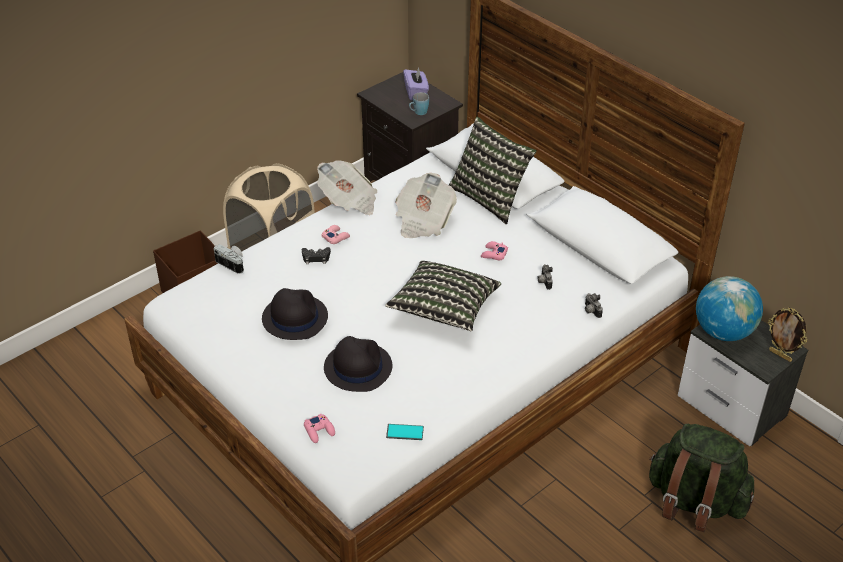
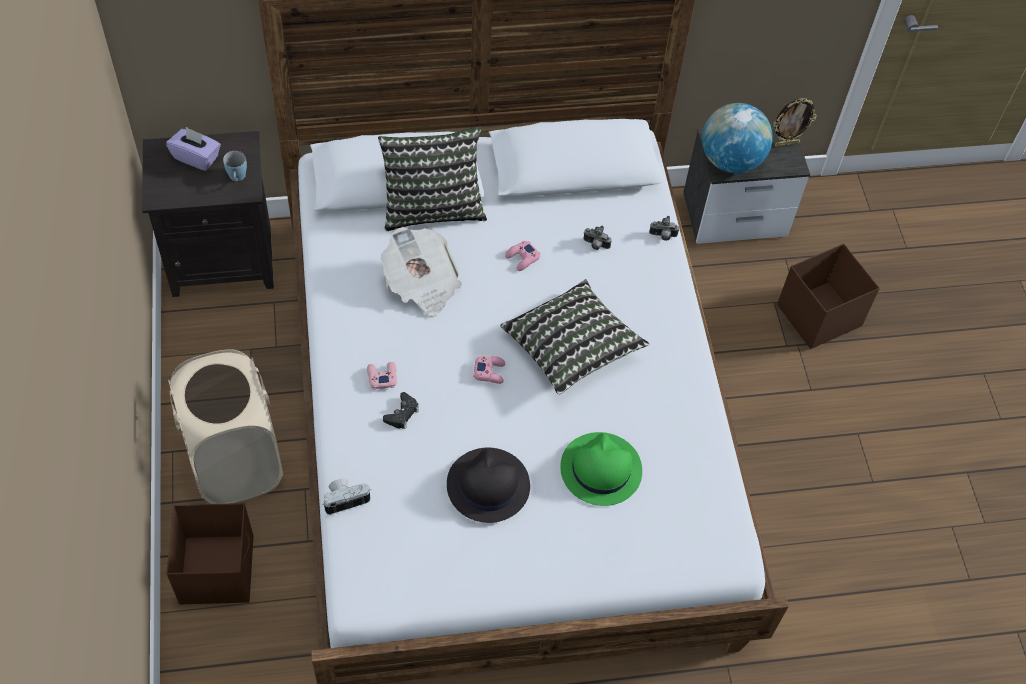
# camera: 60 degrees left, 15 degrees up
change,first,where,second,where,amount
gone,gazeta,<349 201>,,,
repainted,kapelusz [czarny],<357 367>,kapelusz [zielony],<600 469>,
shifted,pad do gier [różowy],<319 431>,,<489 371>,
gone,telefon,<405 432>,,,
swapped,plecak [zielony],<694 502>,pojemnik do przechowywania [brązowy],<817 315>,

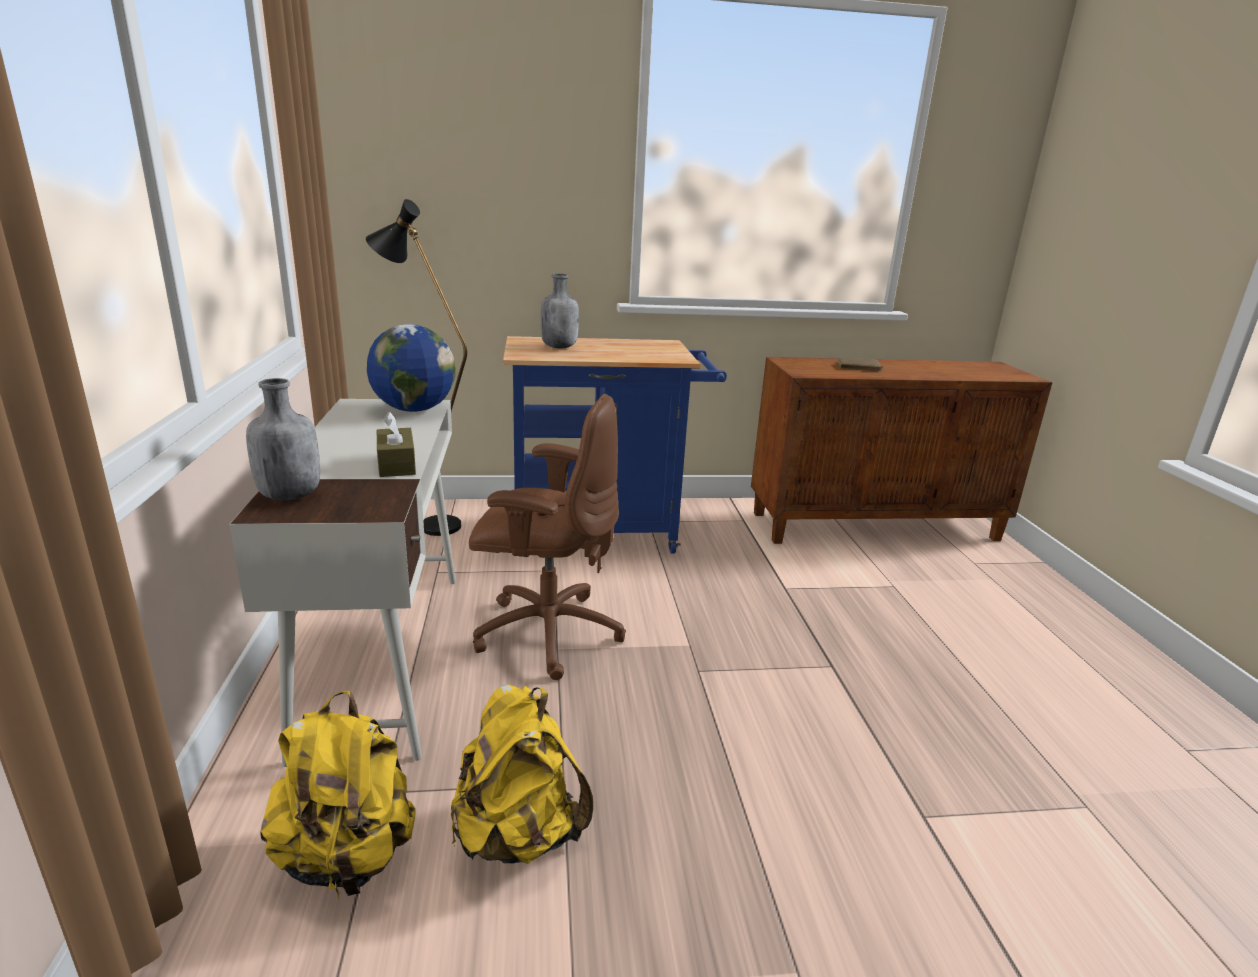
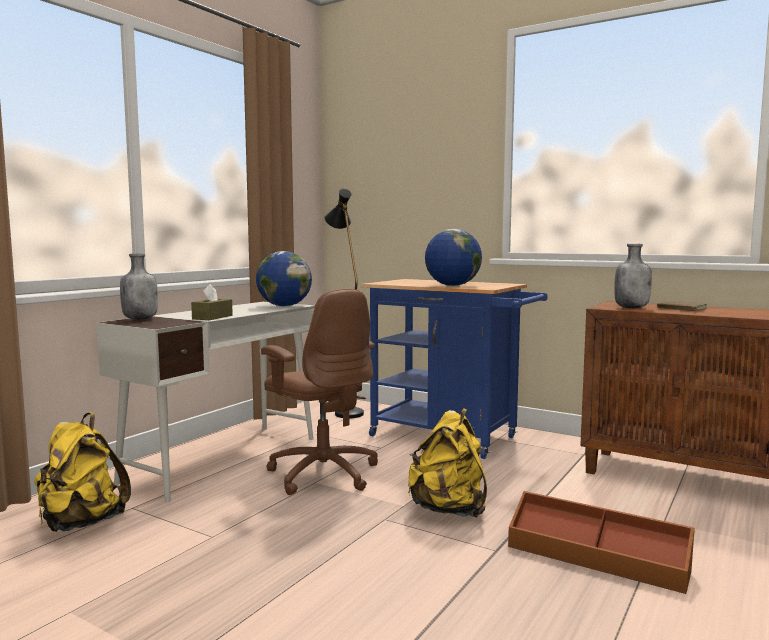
# camera: 40 degrees right, 15 degrees down
change,first,where,second,where,amount
shifted,butelka [szary],<559 347>,,<632 308>,
shifted,plecak [żółty],<518 834>,,<449 509>,
new,,,globus,<452 285>,
new,,,pojemnik do przechowywania [brązowy],<596 557>,

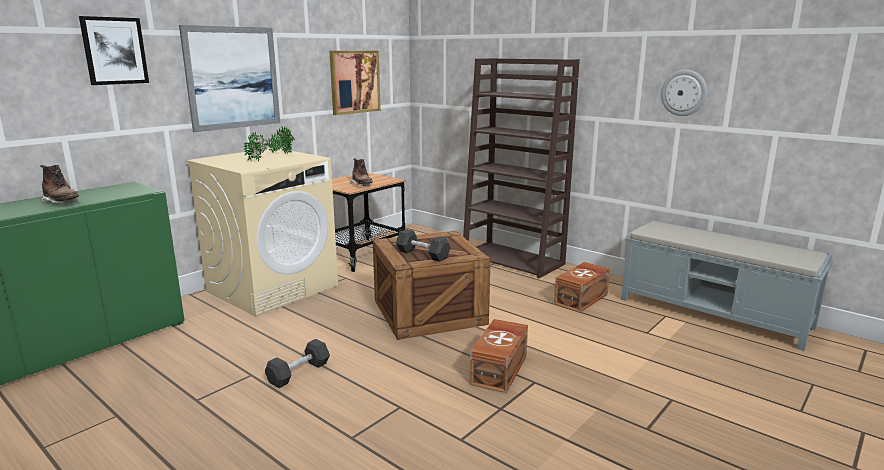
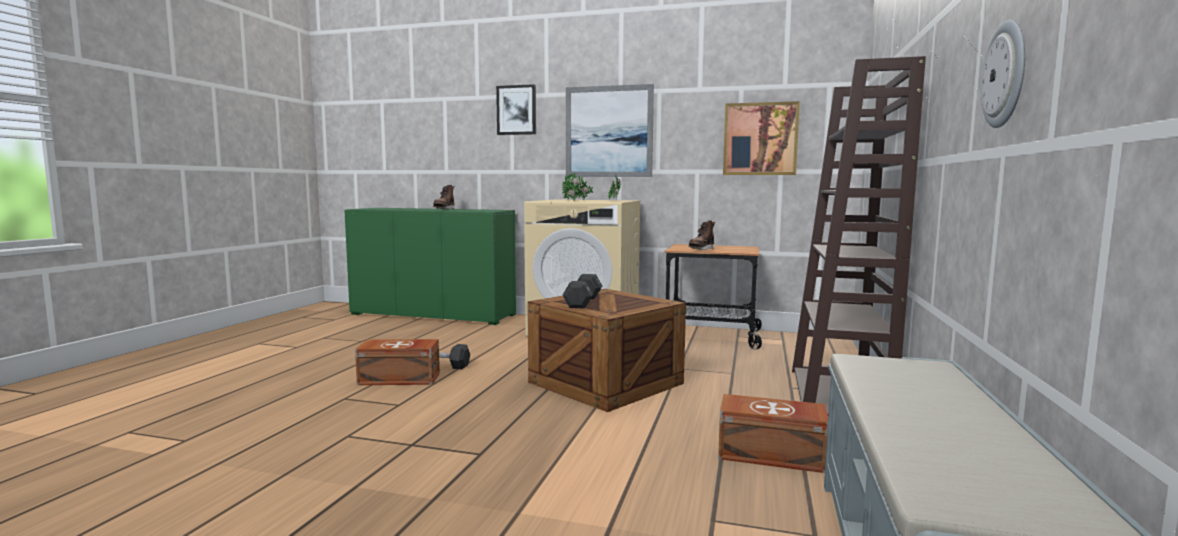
# camera: 65 degrees right, 10 degrees down
change,first,where,second,where,amount
shifted,pojemnik do przechowywania [brązowy],<500 369>,,<400 379>,

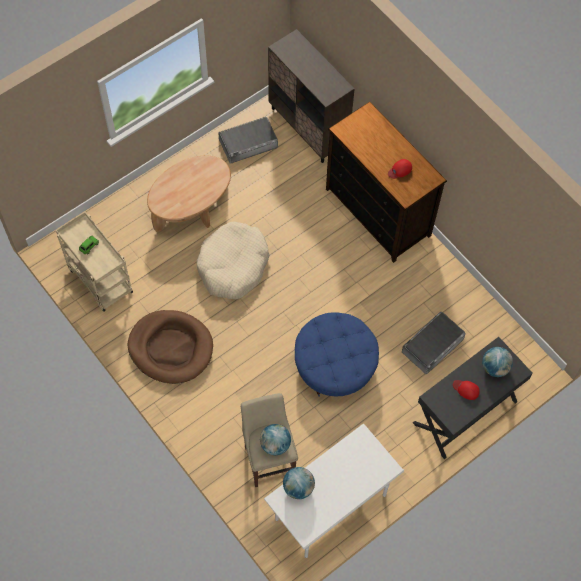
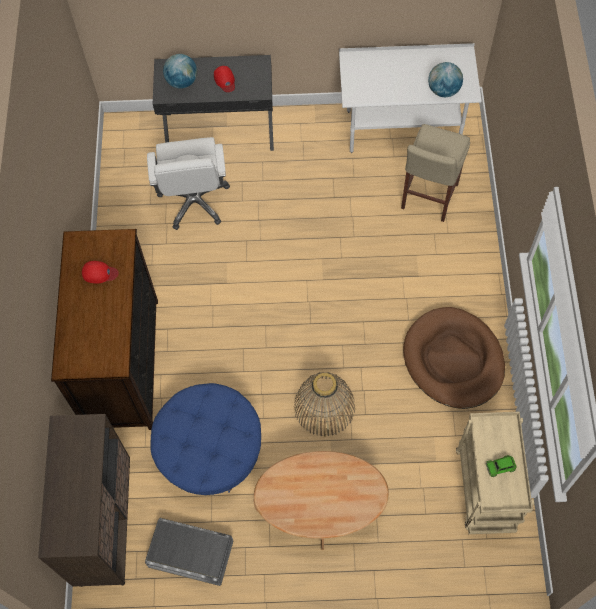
# camera: 140 degrees left, 0 degrees up
change,first,where,second,where,amount
swapped,legowisko [beżowy],<233 266>,koszyk,<324 407>,
shifted,pufa [niebieski],<335 365>,,<210 450>,
swapped,pojemnik do przechowywania [szary],<432 345>,krzesło biurowe [biały],<194 201>,
gone,globus,<275 444>,,,

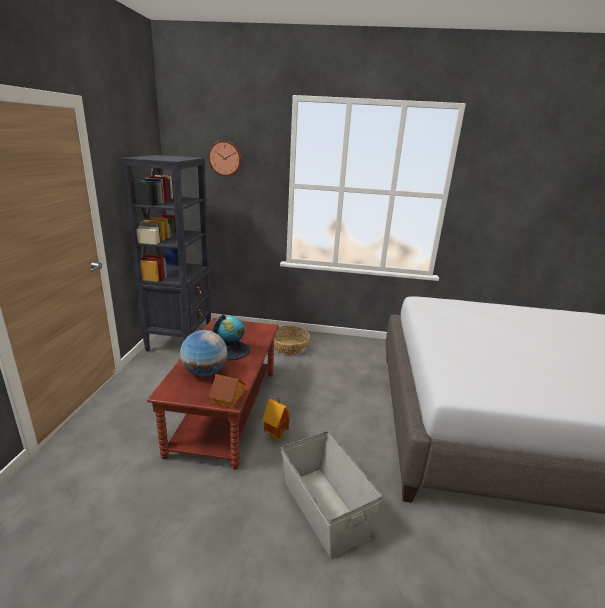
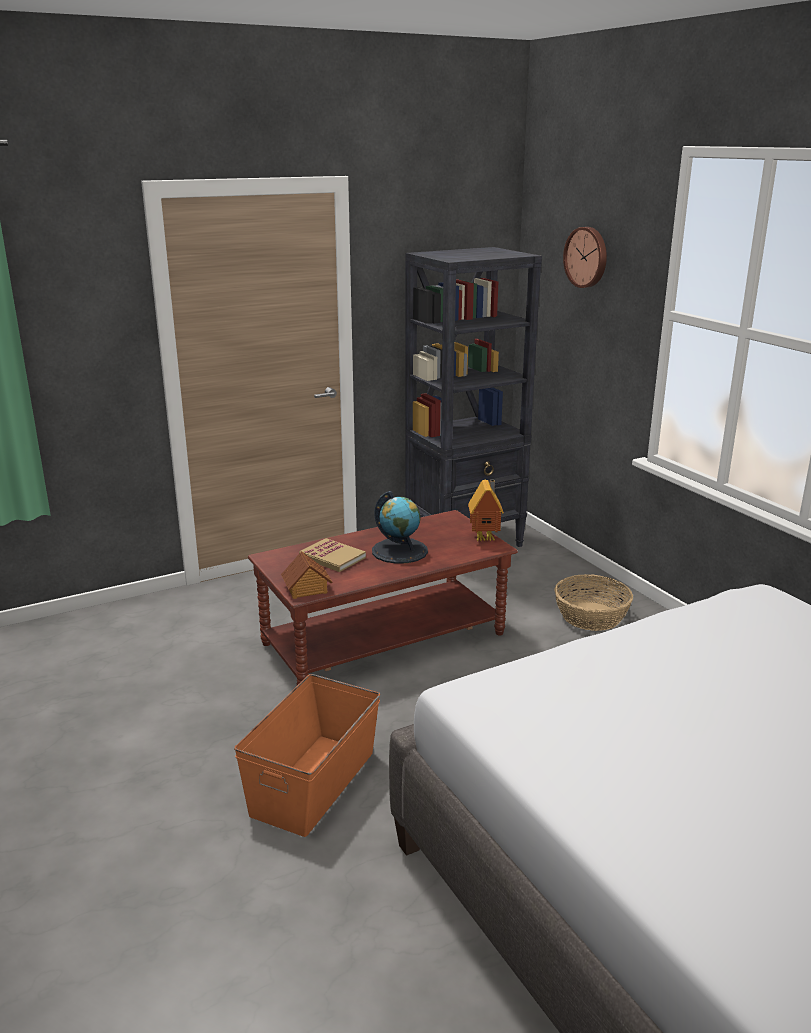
# camera: 55 degrees right, 0 degrees up
change,first,where,second,where,amount
swapped,globus,<204 372>,książka,<332 557>,
shifted,domek,<276 435>,,<486 538>,
repainted,pojemnik do przechowywania [szary],<324 509>,pojemnik do przechowywania [pomarańczowy],<312 783>,

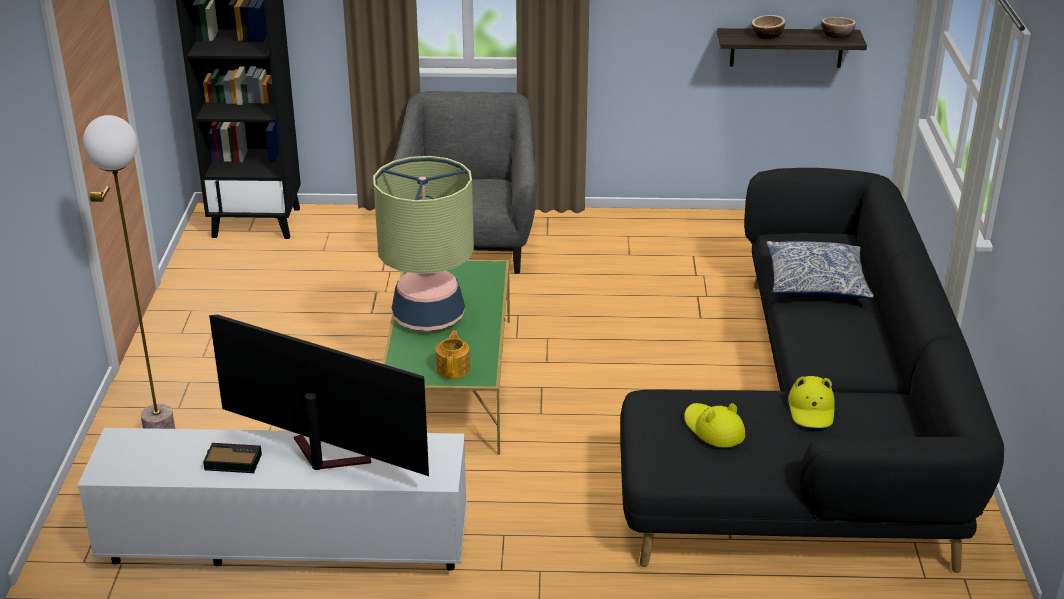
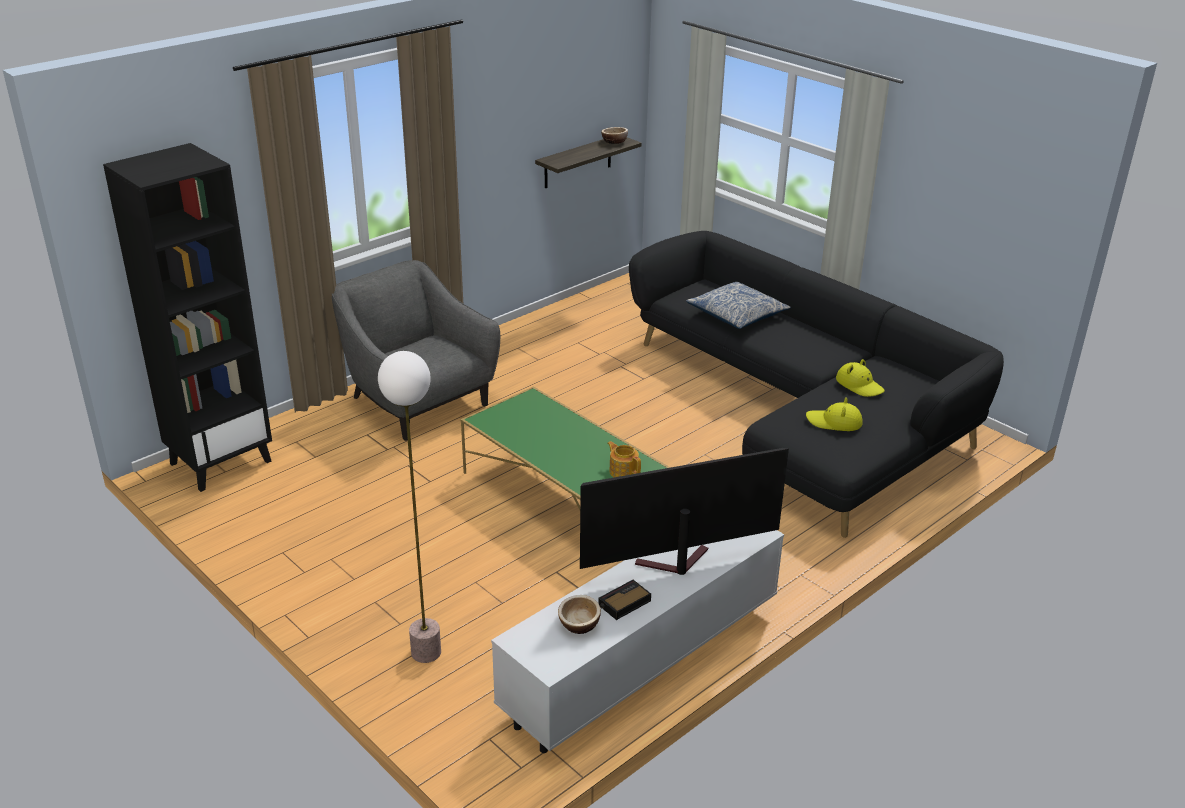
# camera: 45 degrees left, 0 degrees up
change,first,where,second,where,amount
shifted,miska,<767 35>,,<579 624>,
gone,lampa stołowa,<428 317>,,,

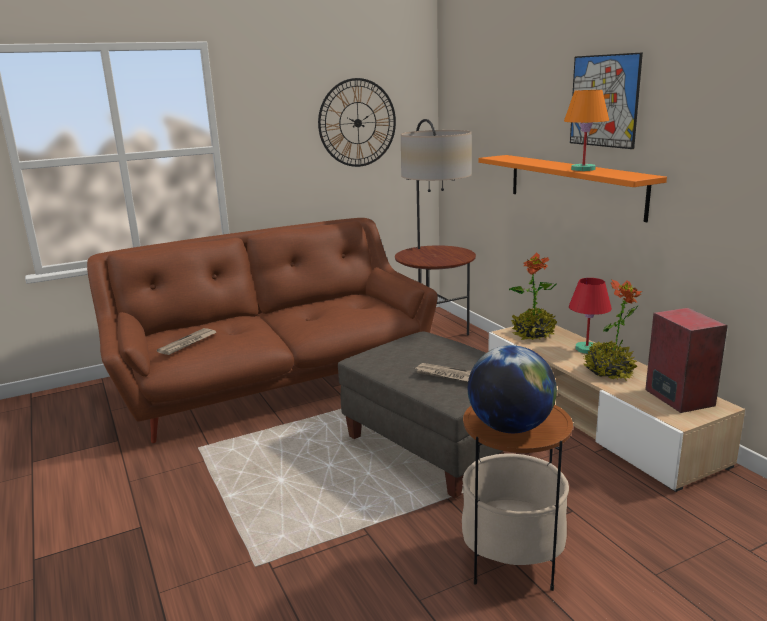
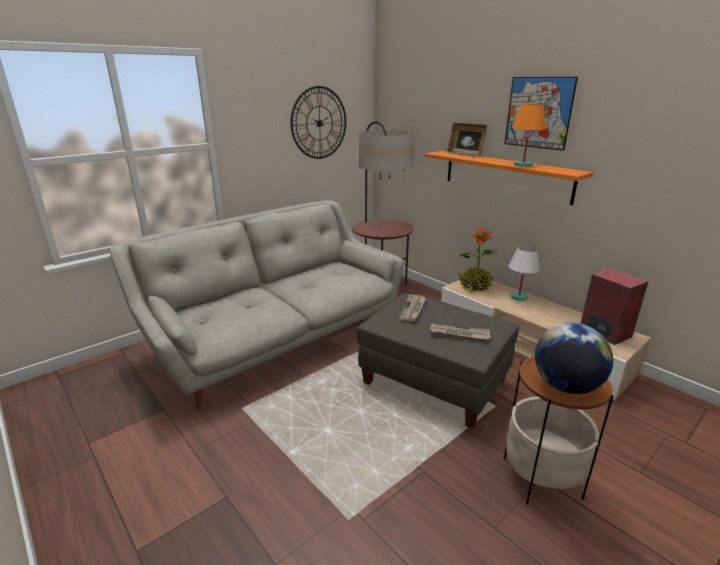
# camera: 15 degrees left, 5 degrees up
change,first,where,second,where,amount
repainted,kanapa [brązowy],<274 382>,kanapa [szary],<277 339>,
repainted,lampa stołowa [czerwony],<587 349>,lampa stołowa [biały],<519 297>,
gone,roślina doniczkowa,<609 372>,,,
shifted,gazeta,<188 343>,,<413 309>,
new,,,ramka na zdjęcie,<465 155>,

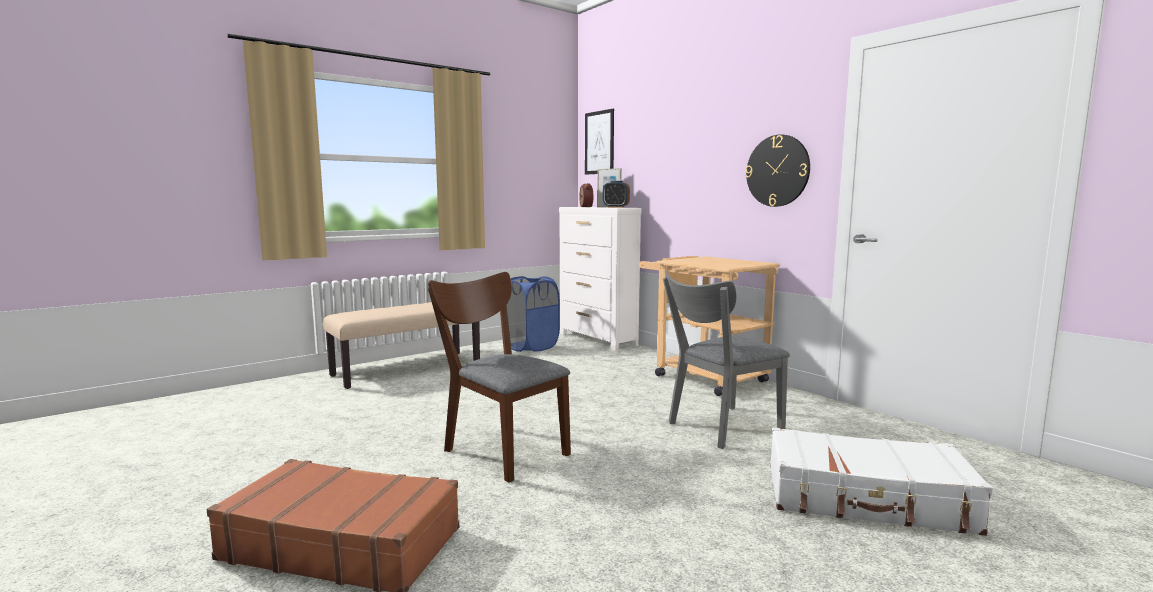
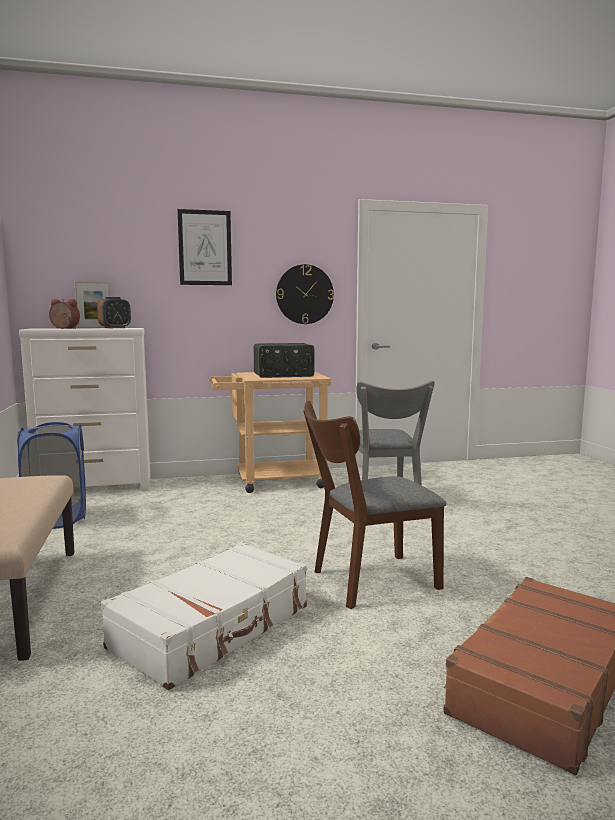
# camera: 65 degrees left, 0 degrees up
change,first,where,second,where,amount
shifted,obraz,<599 142>,,<205 248>,
shifted,walizka [biały],<867 499>,,<213 627>,
new,,,radio,<283 375>,

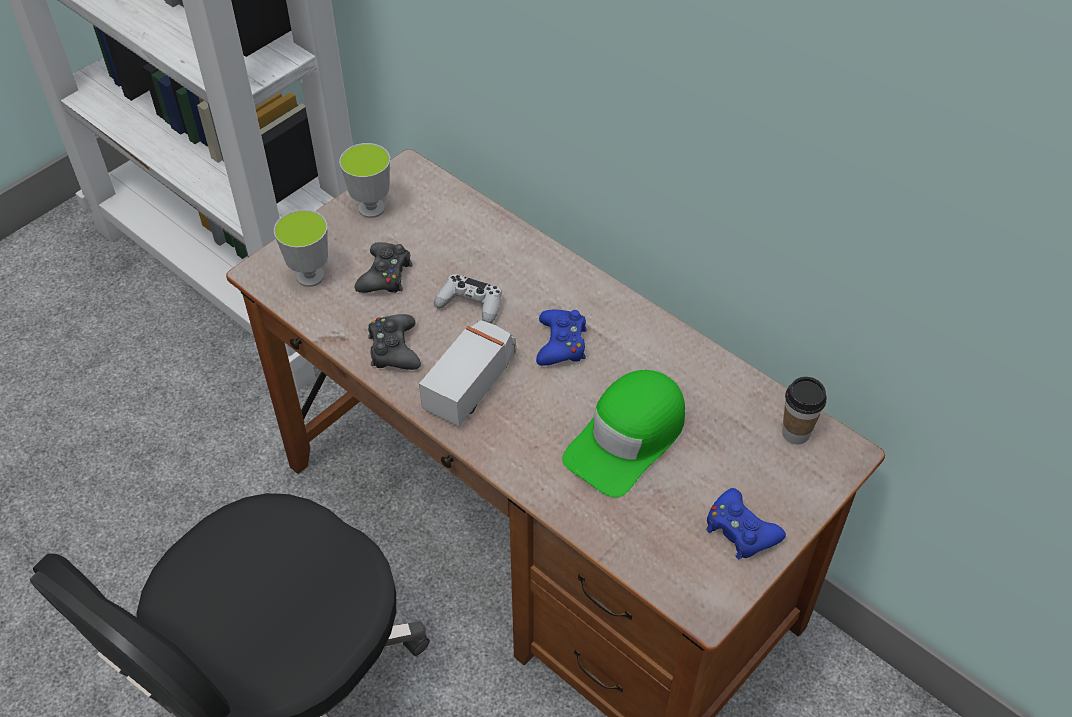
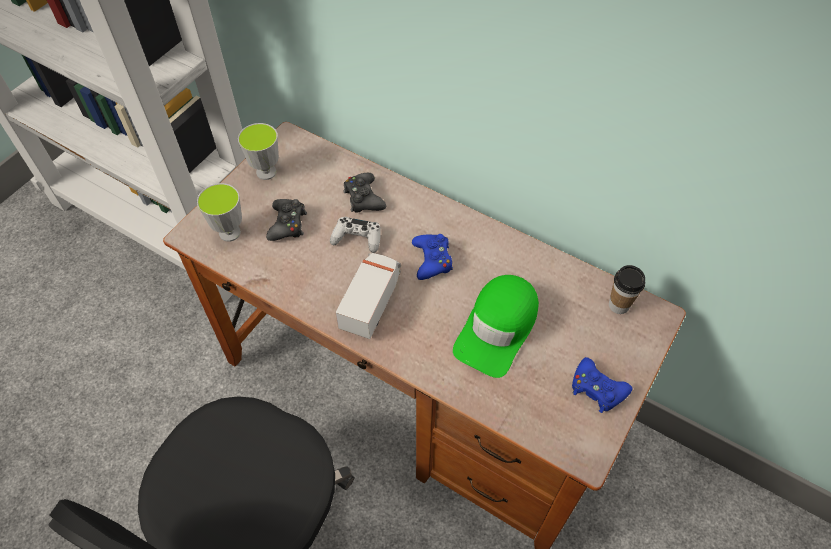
# camera: 10 degrees left, 5 degrees up
change,first,where,second,where,amount
shifted,pad do gier [czarny],<394 349>,,<363 198>,

